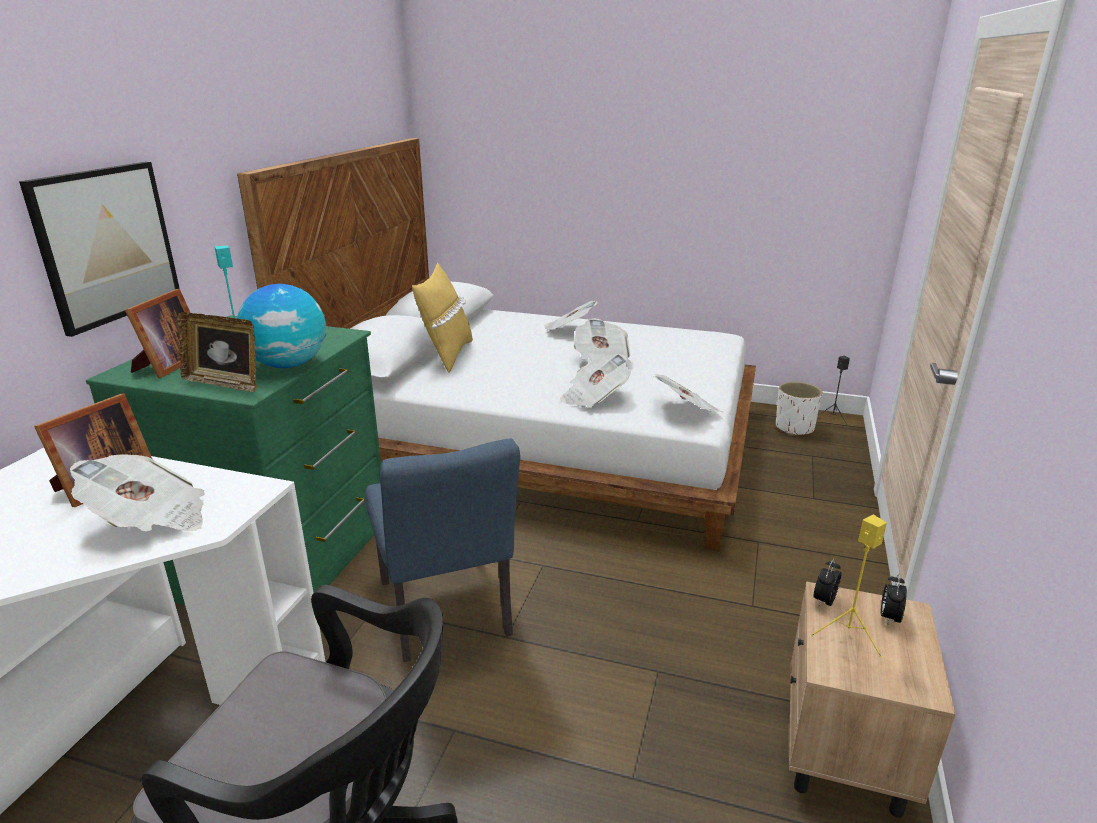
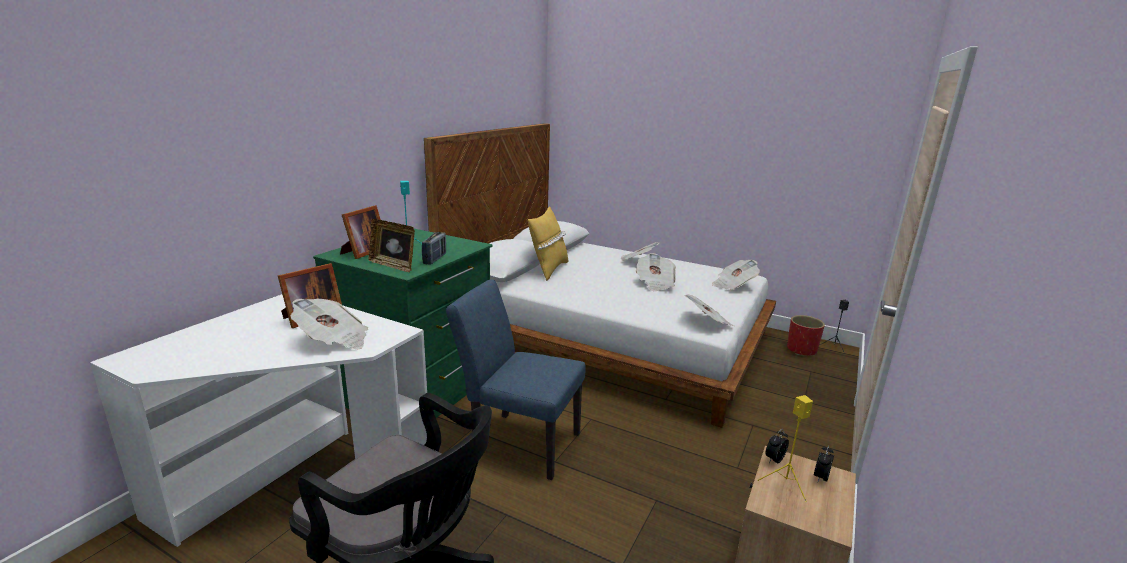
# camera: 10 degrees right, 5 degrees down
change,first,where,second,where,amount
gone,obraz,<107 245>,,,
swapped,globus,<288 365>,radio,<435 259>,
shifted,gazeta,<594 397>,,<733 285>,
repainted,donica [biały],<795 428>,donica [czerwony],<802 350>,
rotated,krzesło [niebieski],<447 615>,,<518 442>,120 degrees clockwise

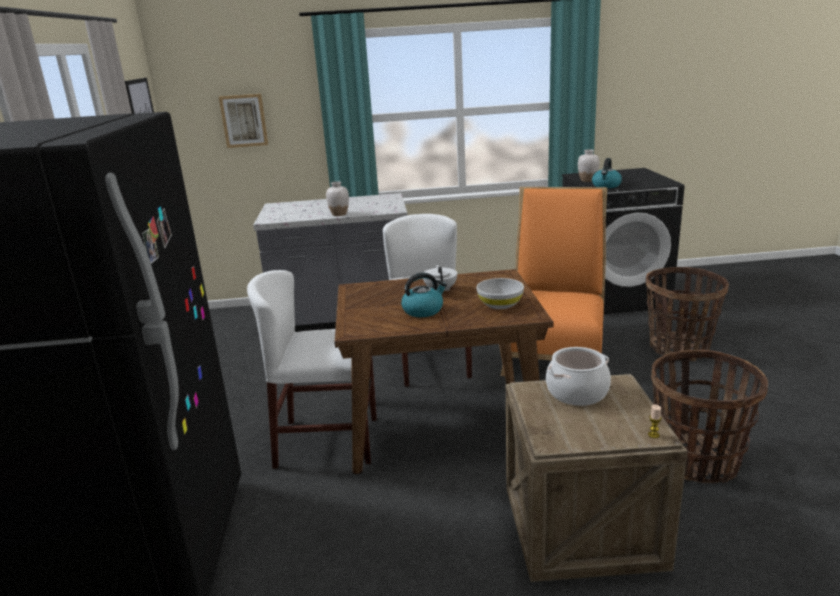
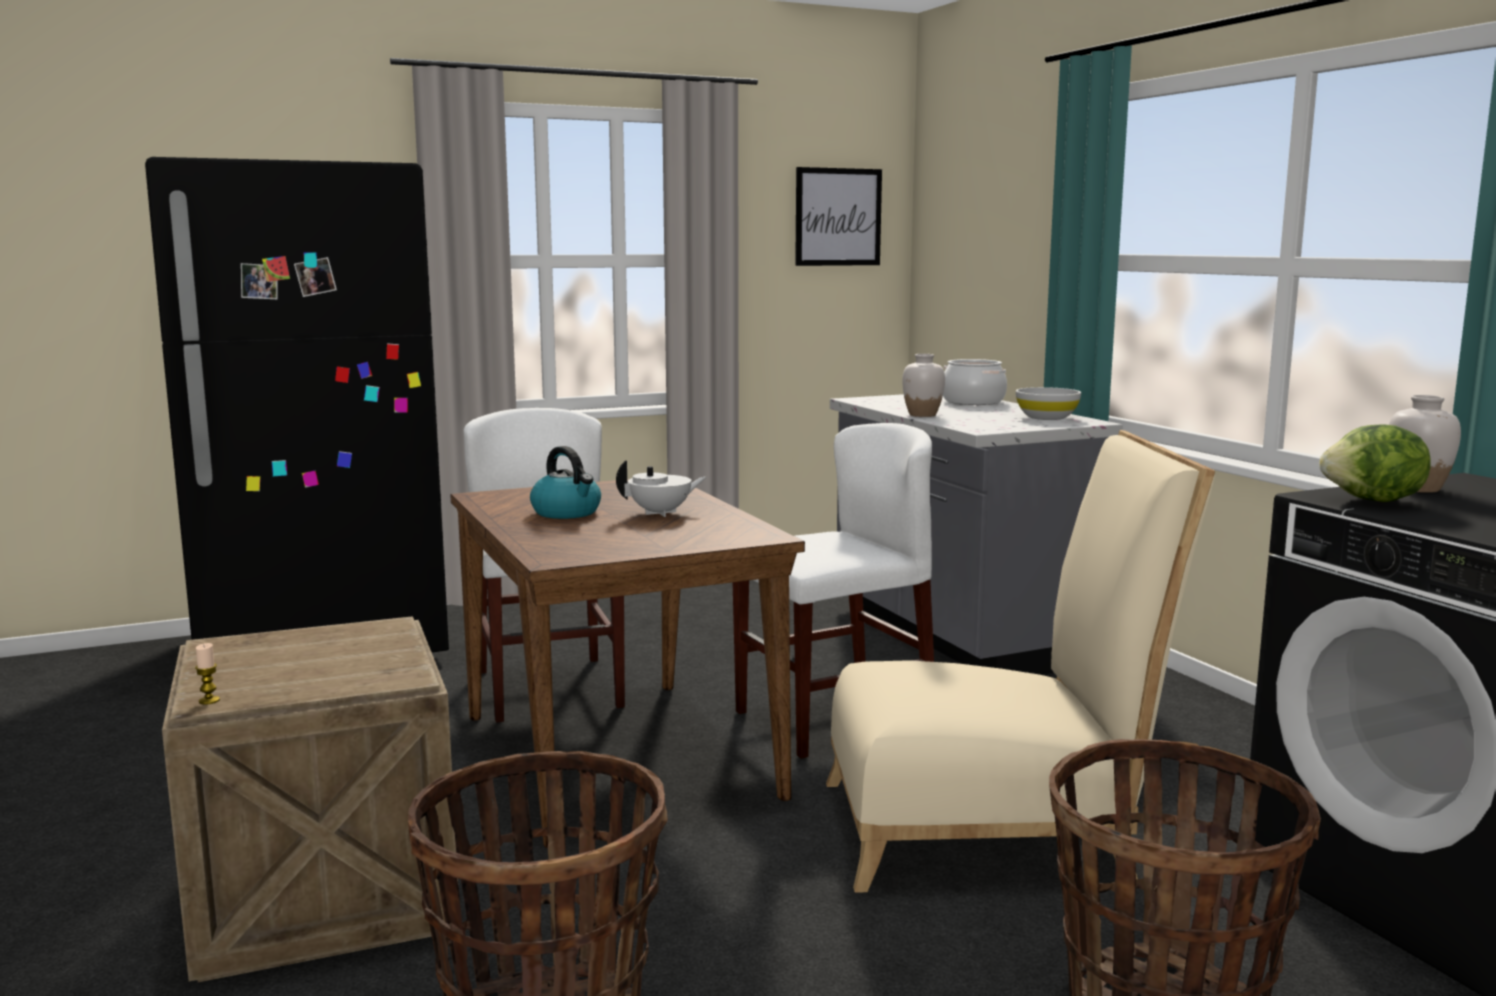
# camera: 70 degrees right, 10 degrees down
change,first,where,second,where,amount
gone,obraz,<244 120>,,,
swapped,czajnik,<606 186>,sałata,<1374 501>,
repainted,krzesło [pomarańczowy],<554 350>,krzesło [beżowy],<993 829>,
shifted,miska [biały],<500 304>,,<1046 417>,
shifted,garnek,<577 393>,,<972 401>,

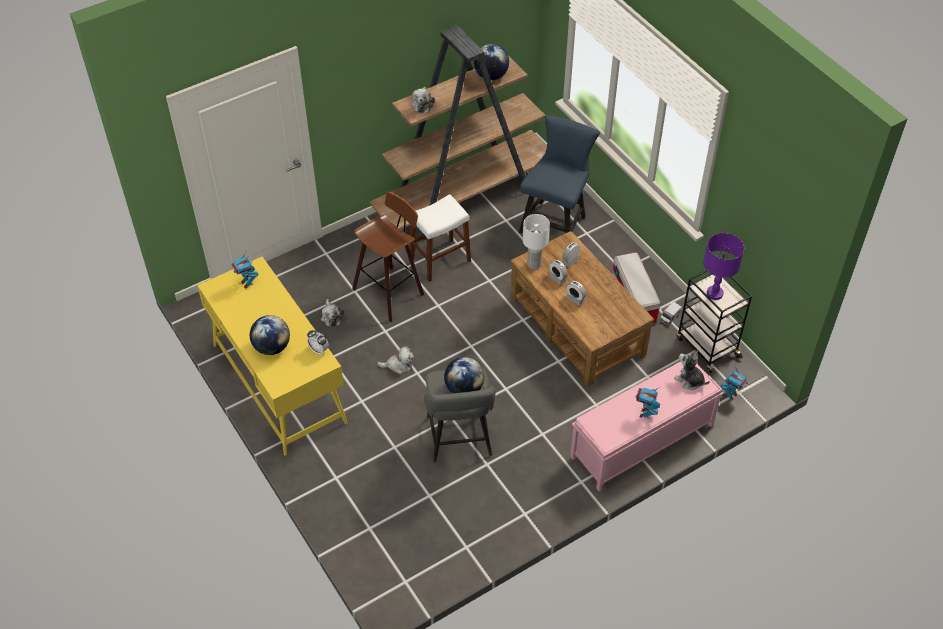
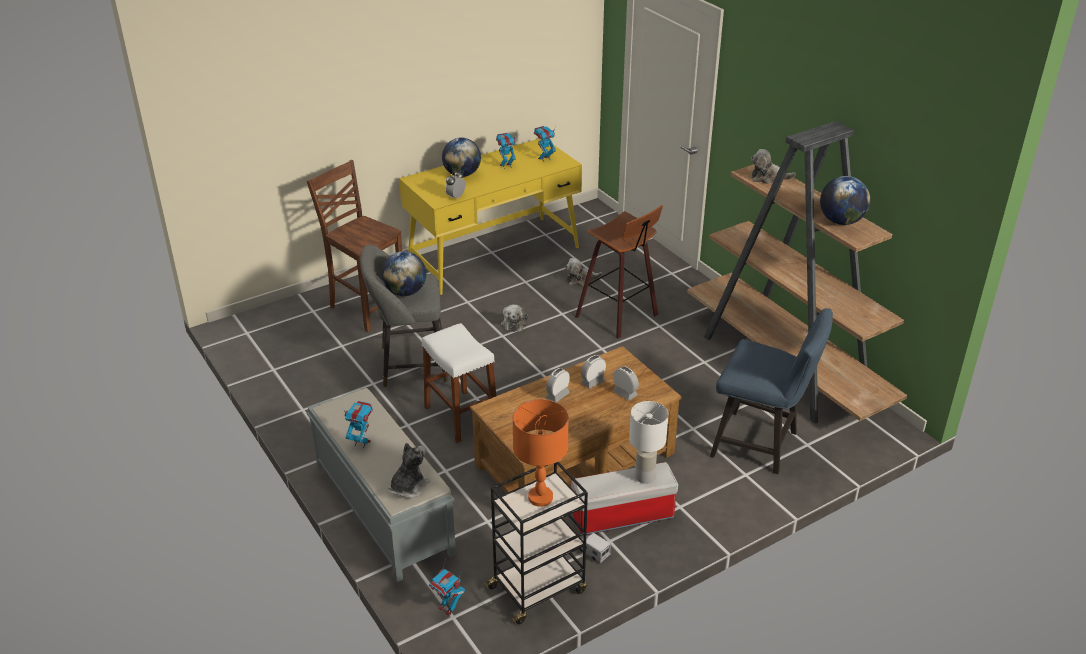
# camera: 90 degrees right, 15 degrees down
change,first,where,second,where,amount
shifted,stołek [biały],<440 260>,,<461 416>,
shifted,lampa stołowa [biały],<534 264>,,<644 477>,
repainted,lampa stołowa [fioletowy],<715 293>,lampa stołowa [pomarańczowy],<540 498>,
repainted,ławka [różowy],<641 441>,ławka [szary],<382 508>,
new,,,robot zabawkowy,<506 166>,
new,,,krzesło [brązowy],<366 308>,

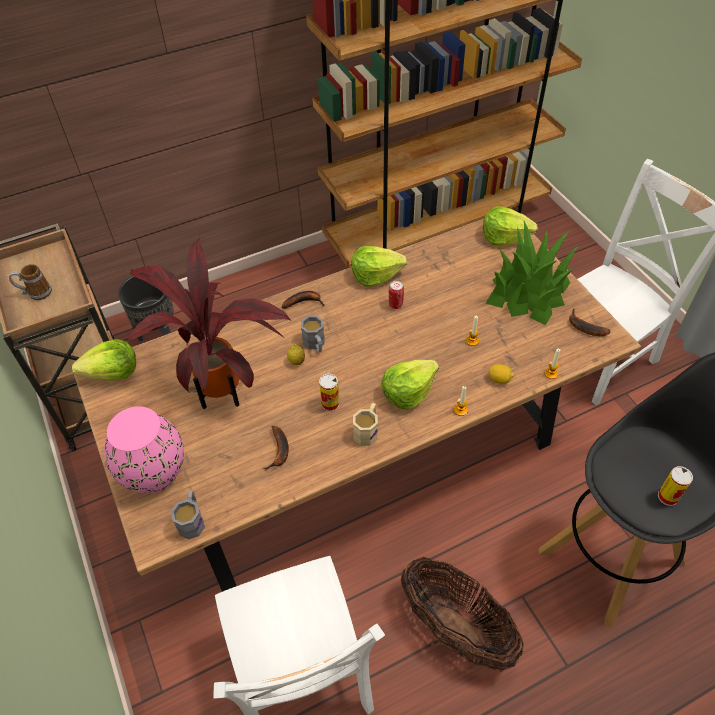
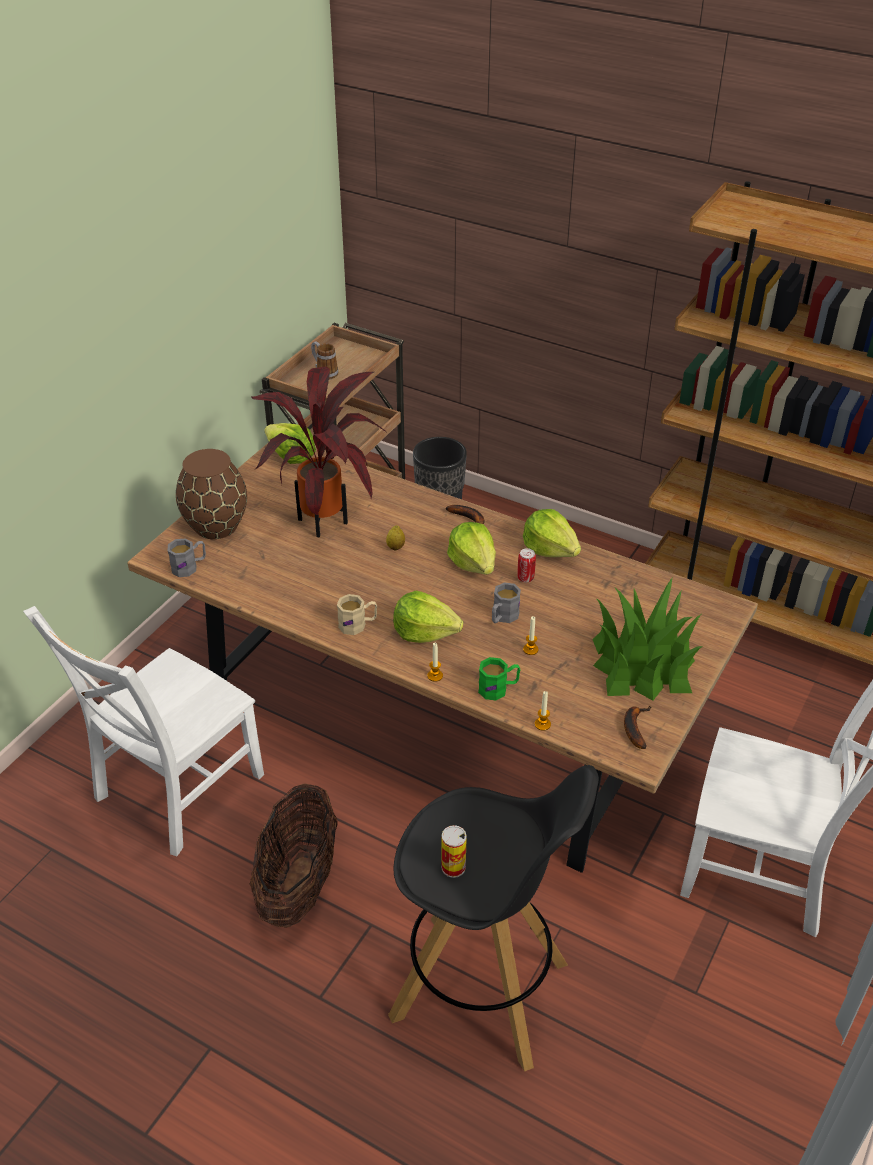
# camera: 55 degrees right, 10 degrees down
change,first,where,second,where,amount
shifted,sałata,<504 237>,,<473 563>,
shifted,kubek [szary],<315 344>,,<503 617>,
swapped,cytryna,<499 379>,kubek [zielony],<498 689>,
gone,puszka,<330 404>,,,
repainted,wazon [różowy],<153 474>,wazon [brązowy],<215 525>,
gone,banan,<279 451>,,,

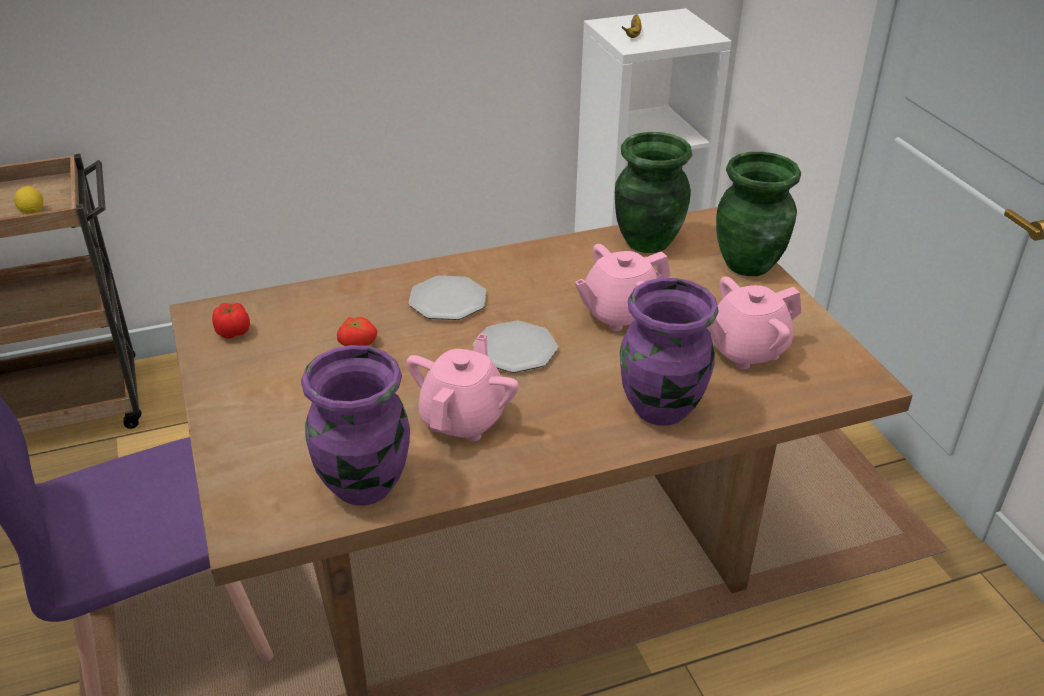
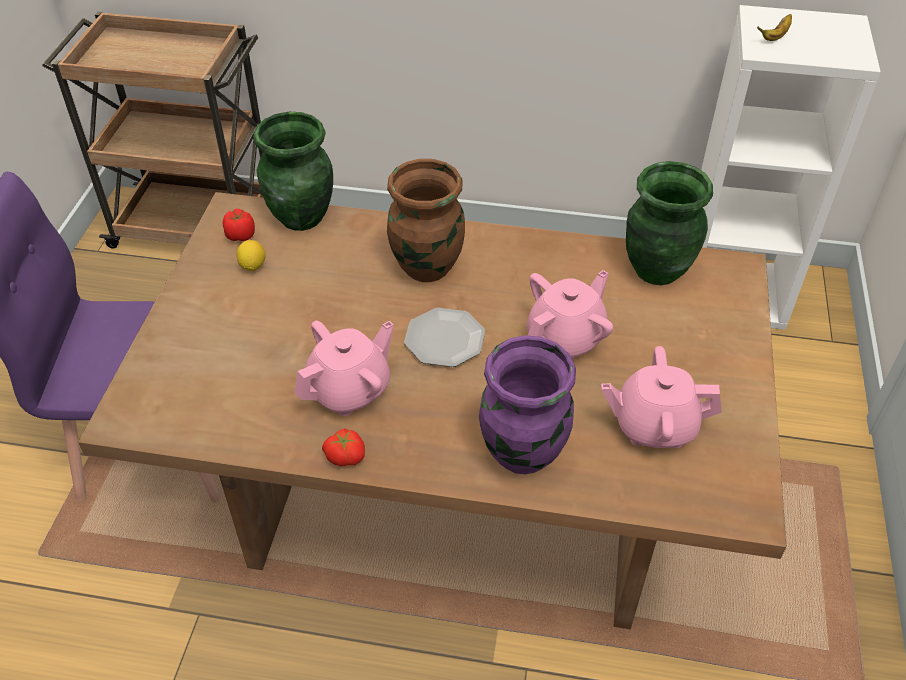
# camera: 30 degrees right, 10 degrees up
change,first,where,second,where,amount
shifted,wazon [zielony],<749 264>,,<302 217>,
shifted,cytryna,<32 212>,,<253 266>,
rotated,imbryk [różowy],<619 314>,,<566 339>,135 degrees clockwise
swapped,talerz,<447 301>,wazon [brązowy],<426 268>,
shifted,pomidor,<357 342>,,<345 455>,
gone,wazon [fioletowy],<363 486>,,,

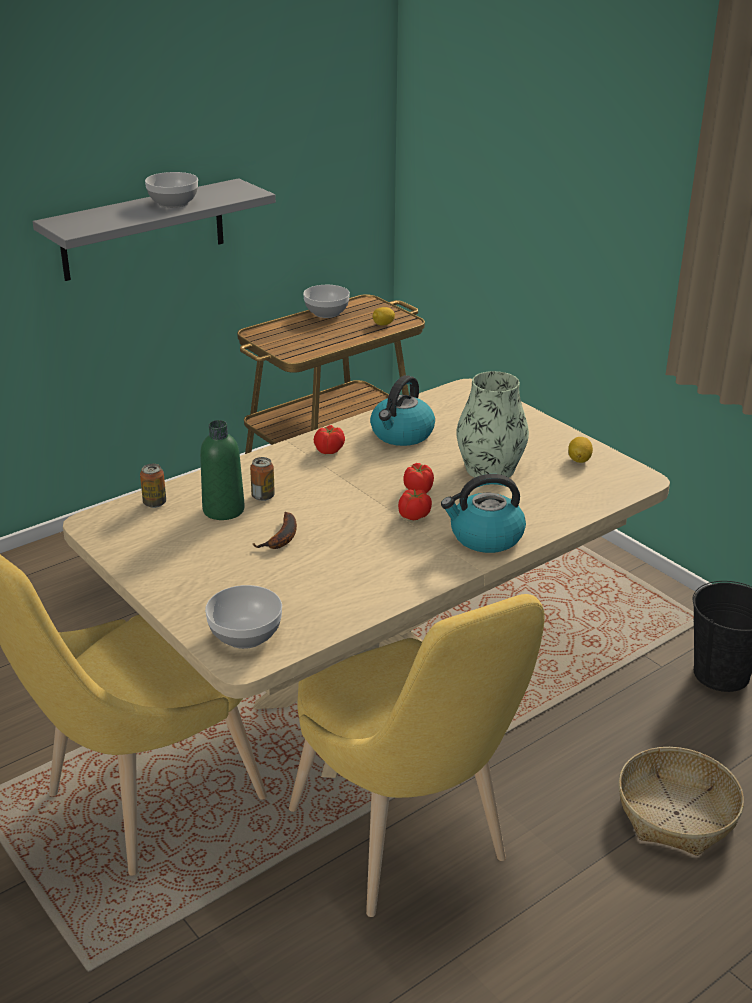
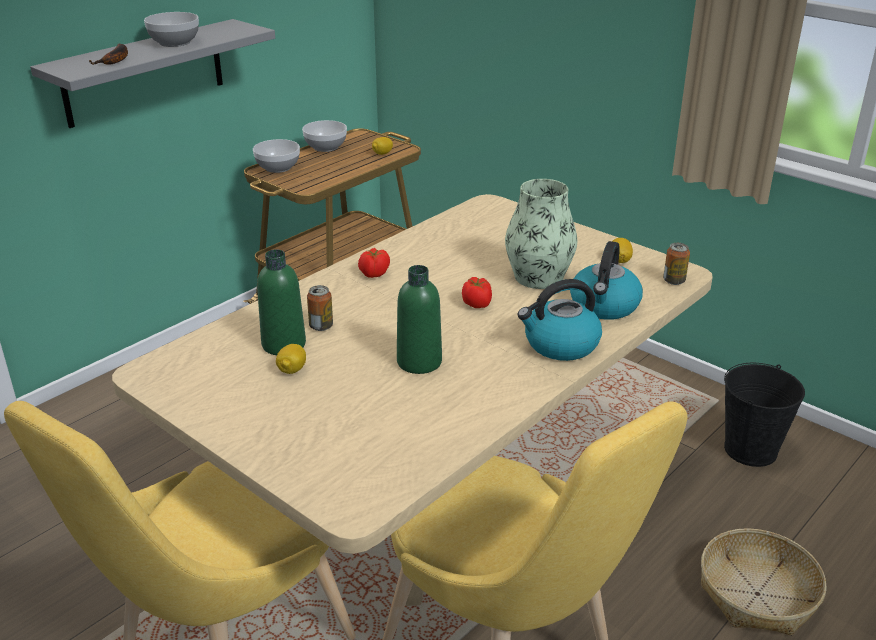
# camera: 10 degrees left, 0 degrees up
change,first,where,second,where,amount
shifted,czajnik,<402 434>,,<604 306>,
shifted,puszka,<154 503>,,<674 281>,
gone,pomidor,<414 516>,,,
shifted,banan,<282 538>,,<115 60>,
shifted,miska,<244 635>,,<277 167>,
new,,,butelka [zielony],<419 362>,
new,,,cytryna,<292 370>,

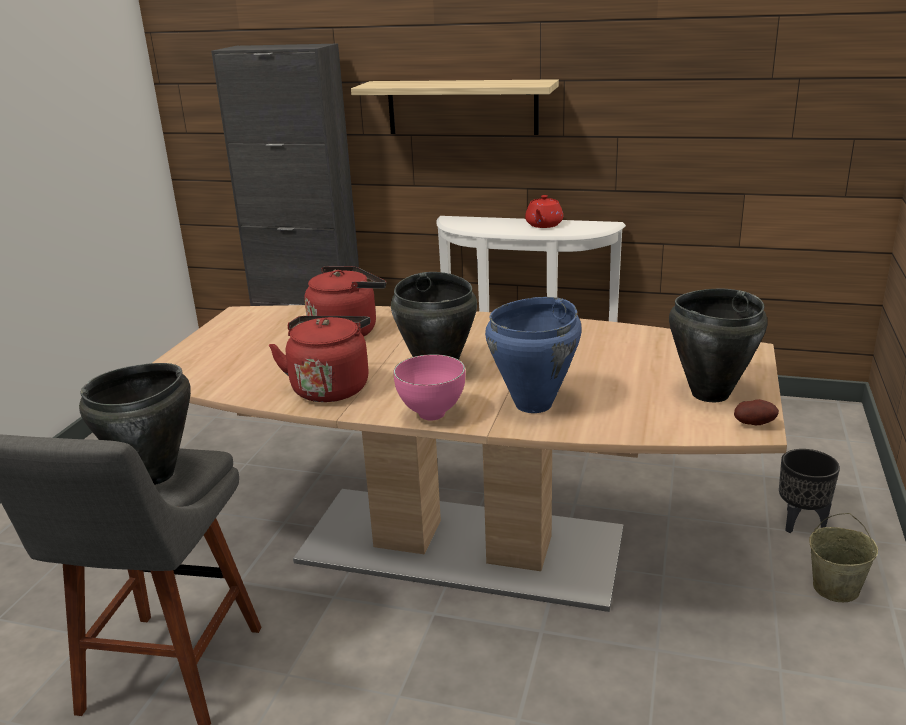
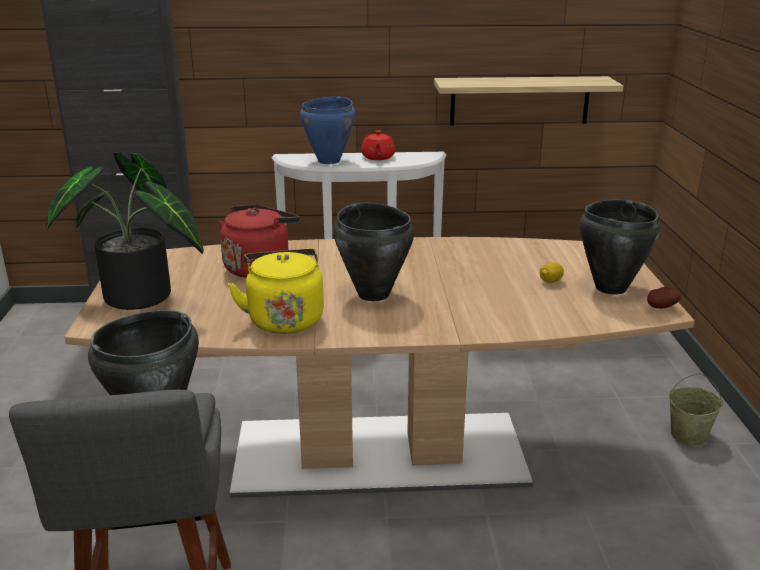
# camera: 20 degrees left, 0 degrees up
change,first,where,second,where,amount
shifted,półka,<462 107>,,<519 100>,
shifted,garnek [niebieski],<534 404>,,<329 161>,
repainted,czajnik [czerwony],<331 387>,czajnik [żółty],<284 319>,
gone,miska [różowy],<433 414>,,,
gone,donica [czarny],<800 522>,,,
new,,,roślina doniczkowa,<140 299>,
new,,,cytryna,<550 281>,

